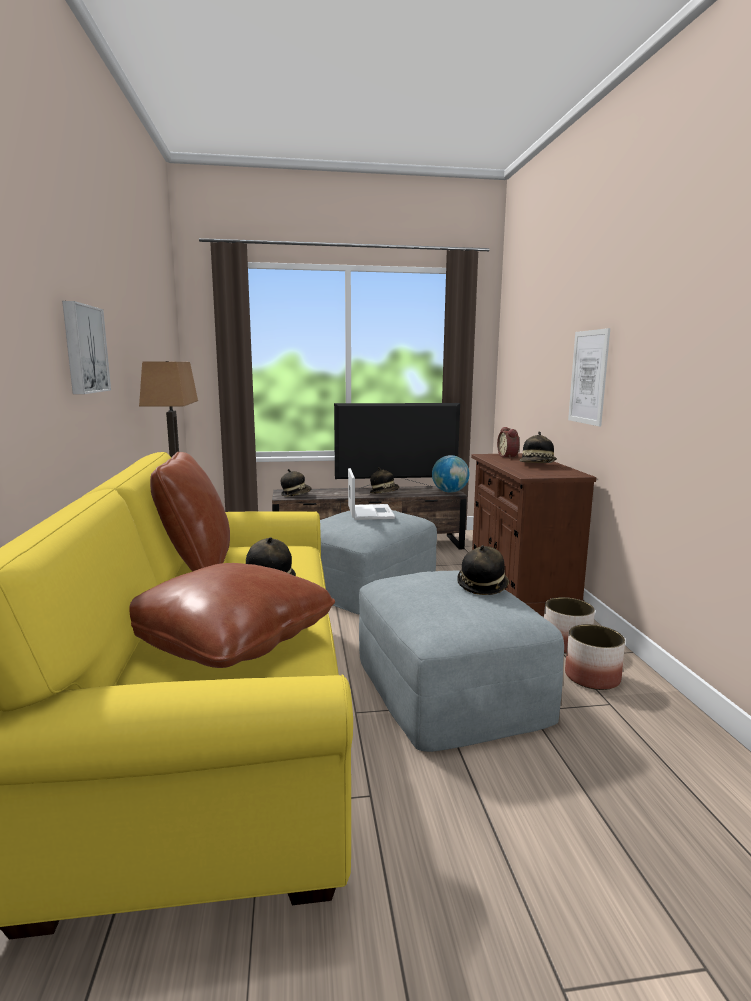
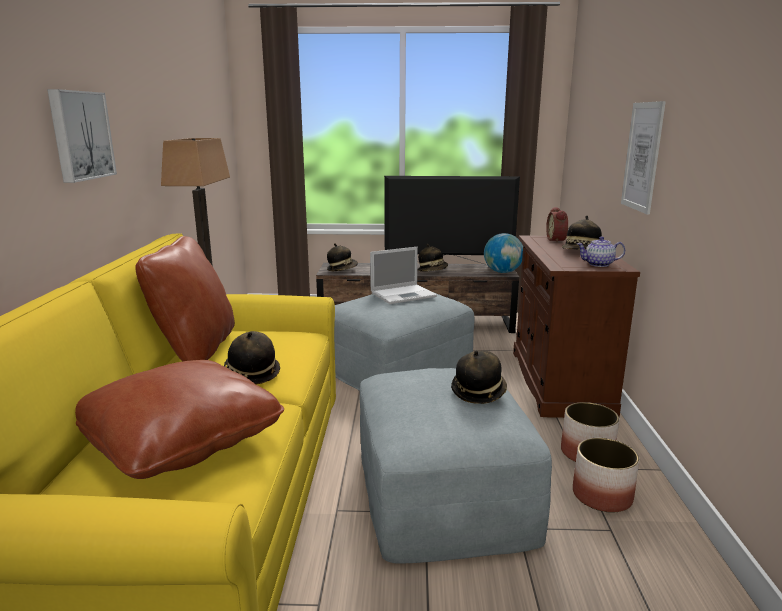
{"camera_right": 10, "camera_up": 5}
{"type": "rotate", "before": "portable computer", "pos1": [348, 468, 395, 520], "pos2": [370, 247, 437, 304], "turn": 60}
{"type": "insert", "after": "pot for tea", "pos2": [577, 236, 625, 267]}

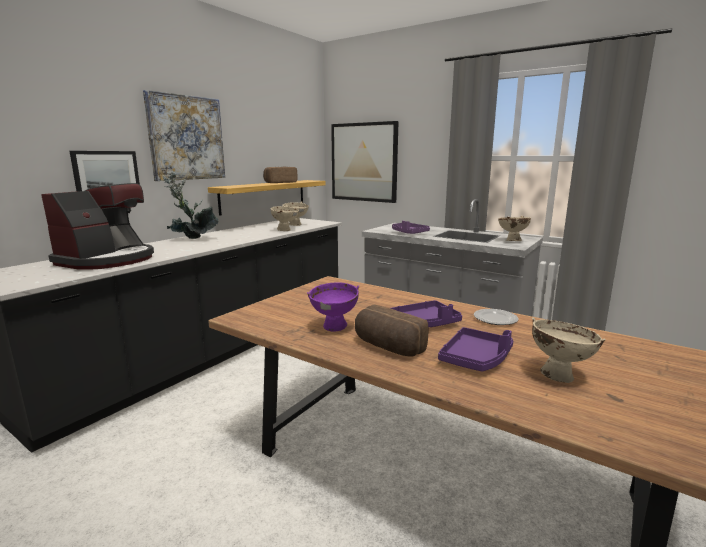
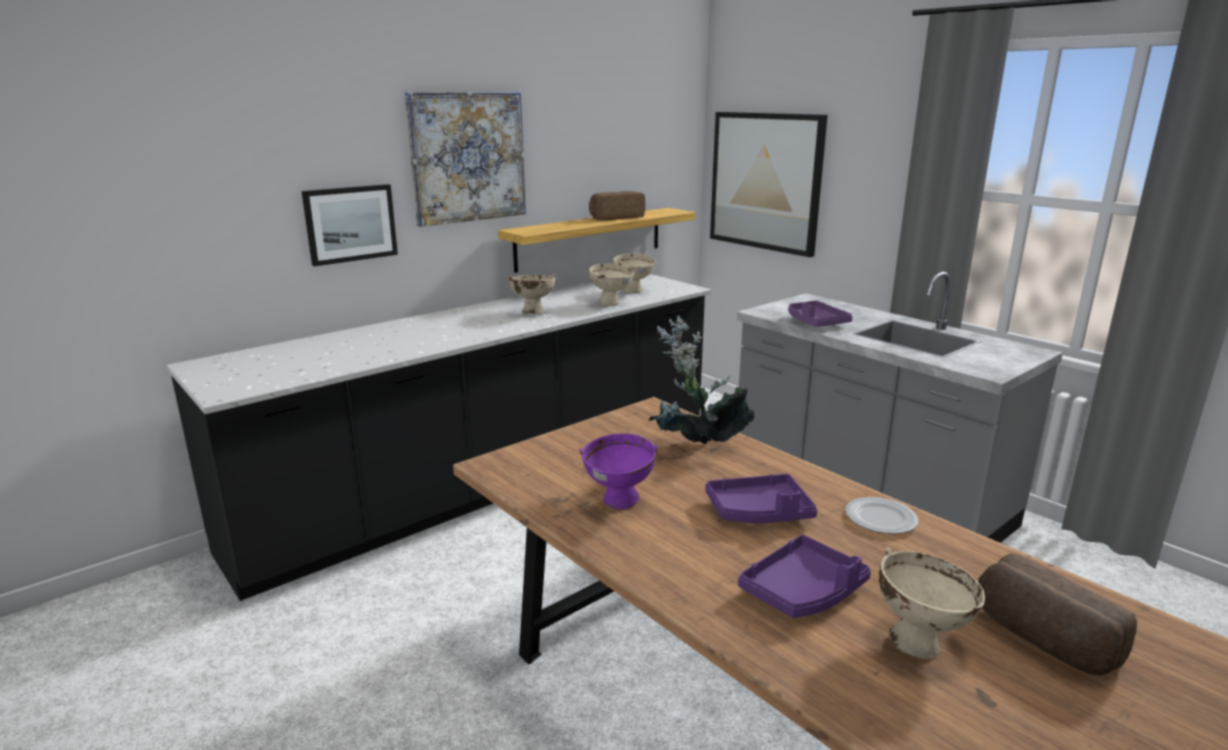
{"camera_right": 15, "camera_up": 5}
{"type": "delete", "before": "coffee brewer", "pos1": [41, 183, 154, 270]}
{"type": "move", "before": "houseplant", "pos1": [163, 171, 219, 239], "pos2": [649, 316, 754, 444]}
{"type": "move", "before": "baked bread", "pos1": [355, 305, 428, 357], "pos2": [978, 553, 1137, 675]}
{"type": "move", "before": "sand-coloured serving bowl", "pos1": [498, 216, 531, 241], "pos2": [509, 274, 555, 314]}

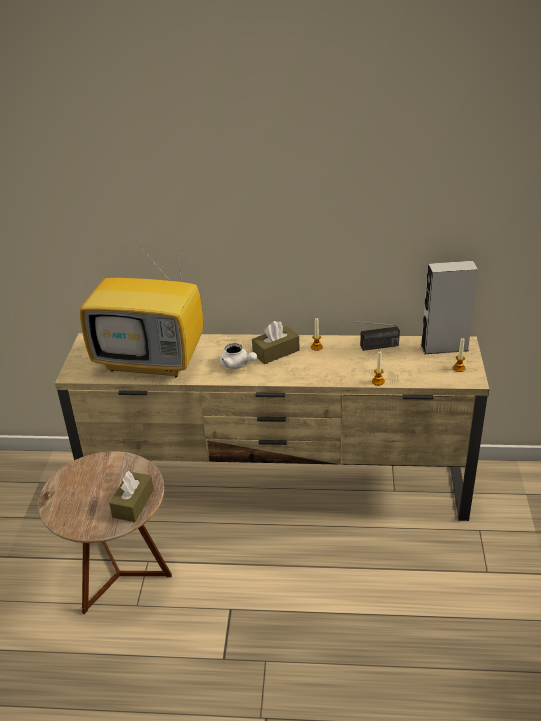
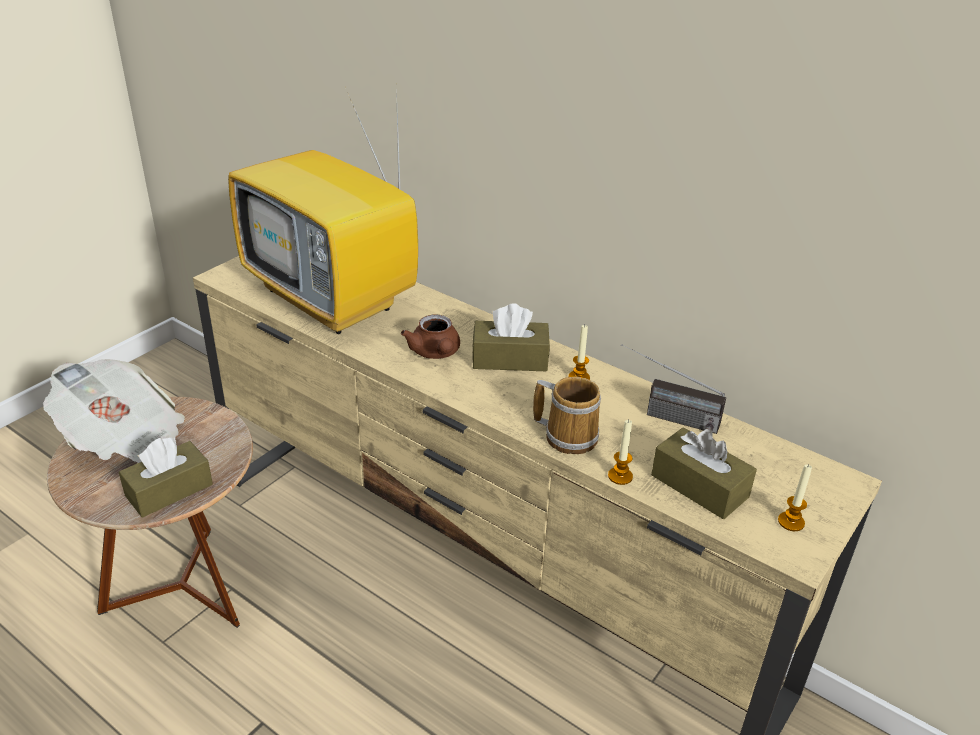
{"camera_right": 30, "camera_up": 0}
{"type": "recolor", "before": "whitish pot for tea", "after": "brown pot for tea", "pos1": [220, 343, 257, 369], "pos2": [401, 315, 460, 359]}
{"type": "delete", "before": "greyish audio speaker", "pos1": [421, 261, 478, 354]}
{"type": "insert", "after": "printed paper", "pos2": [43, 359, 185, 463]}
{"type": "insert", "after": "coffee mug", "pos2": [533, 376, 601, 454]}
{"type": "insert", "after": "brown box of tissues", "pos2": [651, 427, 757, 519]}

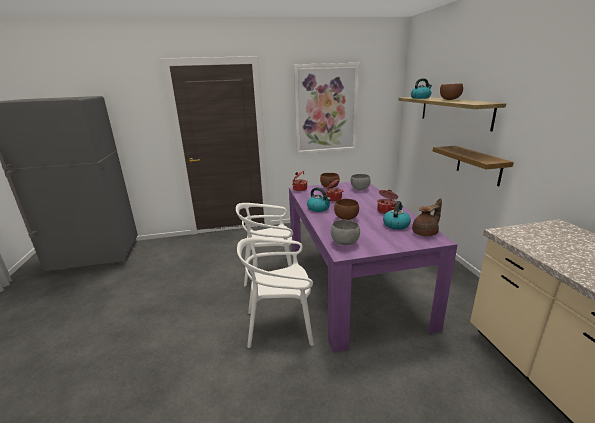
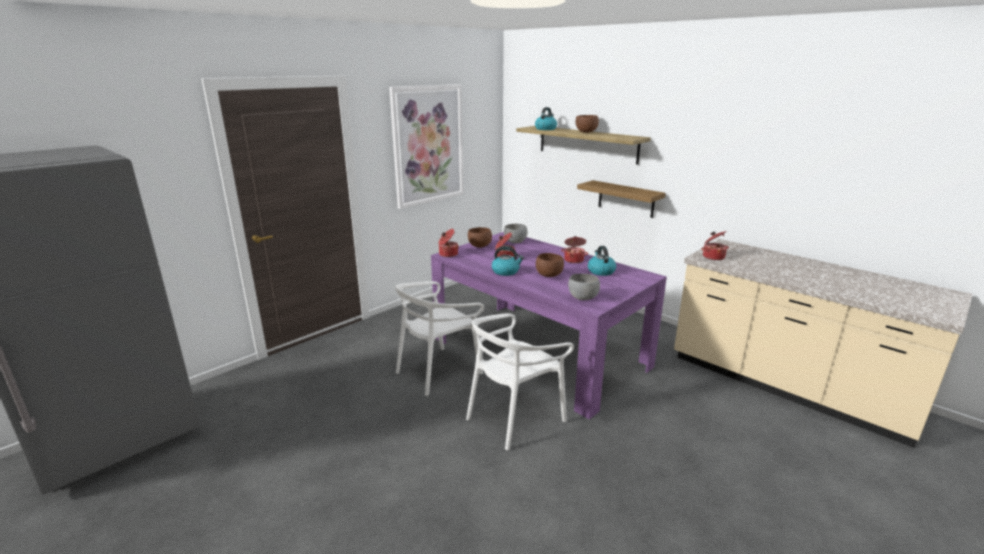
{"camera_right": -35, "camera_up": 0}
{"type": "delete", "before": "brown pot for tea", "pos1": [412, 198, 442, 236]}
{"type": "insert", "after": "stockpot", "pos2": [701, 231, 729, 260]}

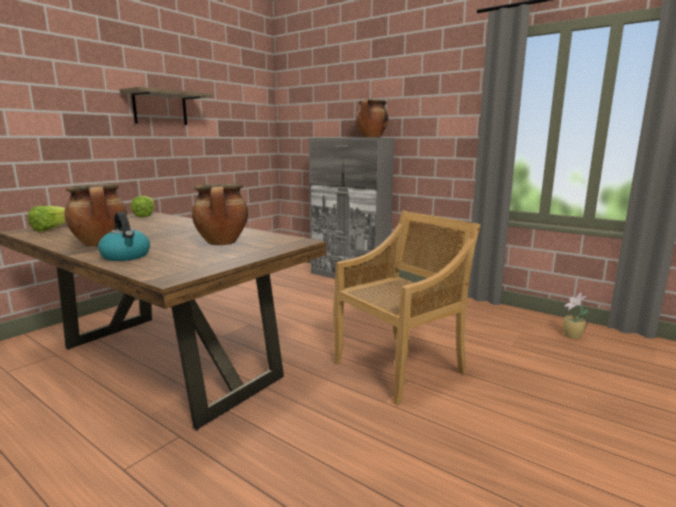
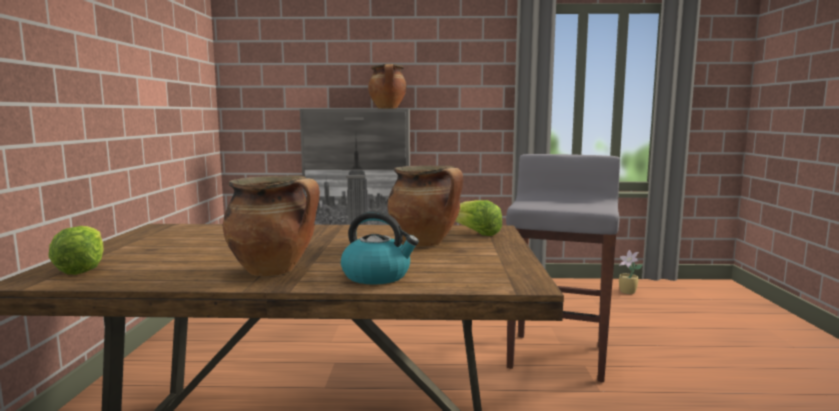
{"camera_right": -35, "camera_up": -5}
{"type": "delete", "before": "bracket shelf", "pos1": [119, 87, 214, 125]}
{"type": "move", "before": "head of lettuce", "pos1": [131, 196, 155, 217], "pos2": [456, 200, 502, 236]}
{"type": "replace", "before": "sand-coloured chair", "after": "greyish sitting stool", "pos1": [333, 210, 481, 406], "pos2": [506, 154, 620, 382]}

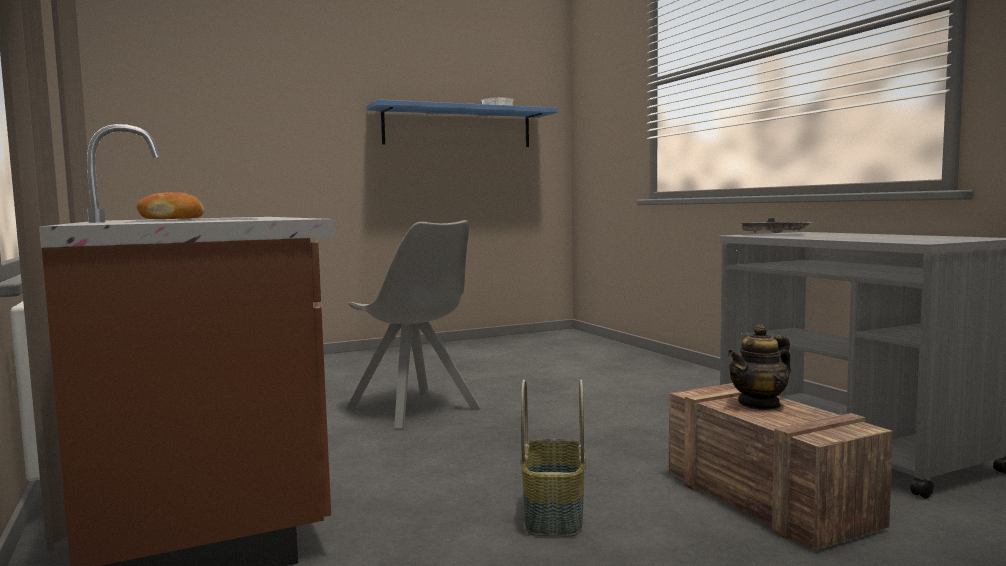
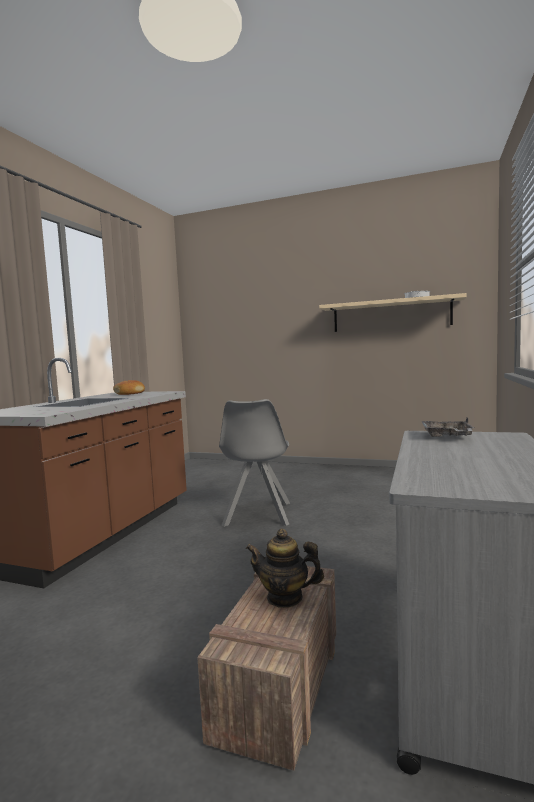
{"camera_right": 45, "camera_up": 0}
{"type": "recolor", "before": "bluish bracket shelf", "after": "sand-coloured bracket shelf", "pos1": [367, 99, 557, 147], "pos2": [319, 293, 467, 332]}
{"type": "delete", "before": "household basket", "pos1": [520, 379, 586, 537]}

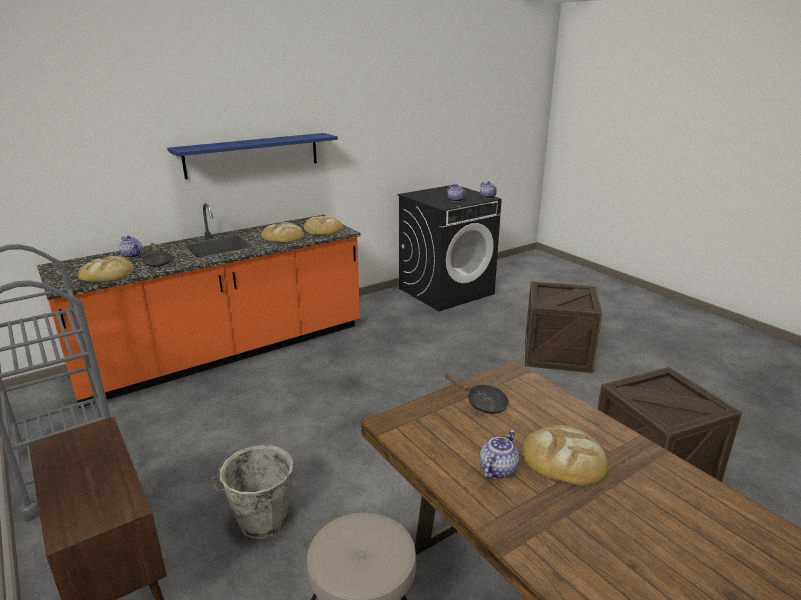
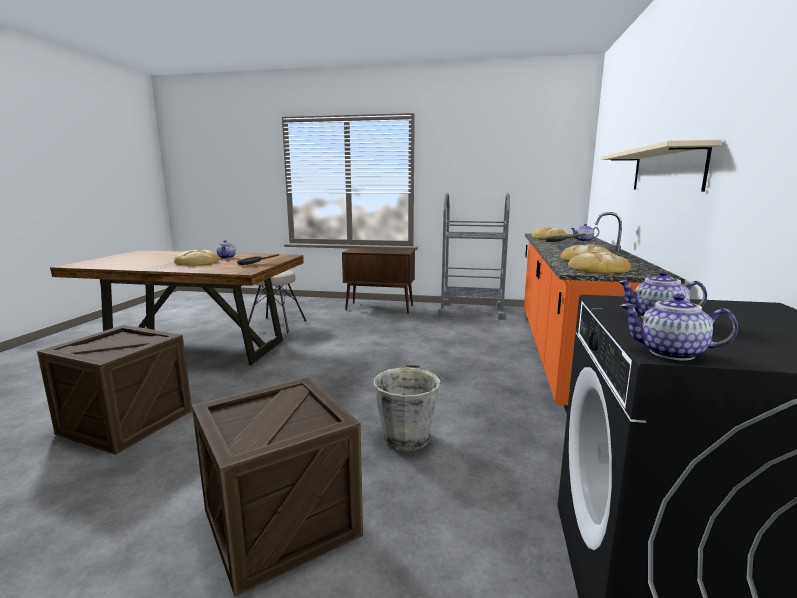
{"camera_right": 135, "camera_up": -10}
{"type": "recolor", "before": "bluish bracket shelf", "after": "sand-coloured bracket shelf", "pos1": [167, 133, 338, 179], "pos2": [601, 140, 722, 192]}
{"type": "move", "before": "greyish bucket", "pos1": [210, 445, 294, 539], "pos2": [373, 364, 444, 451]}

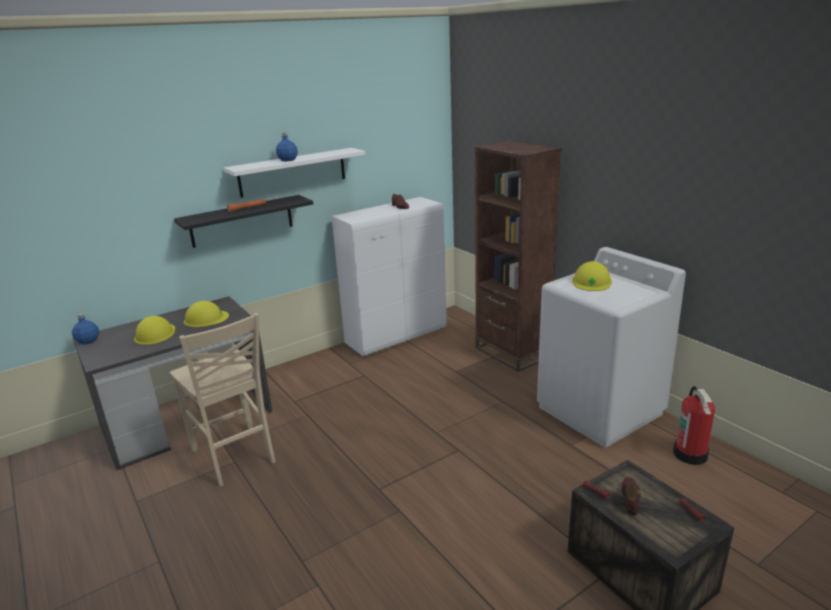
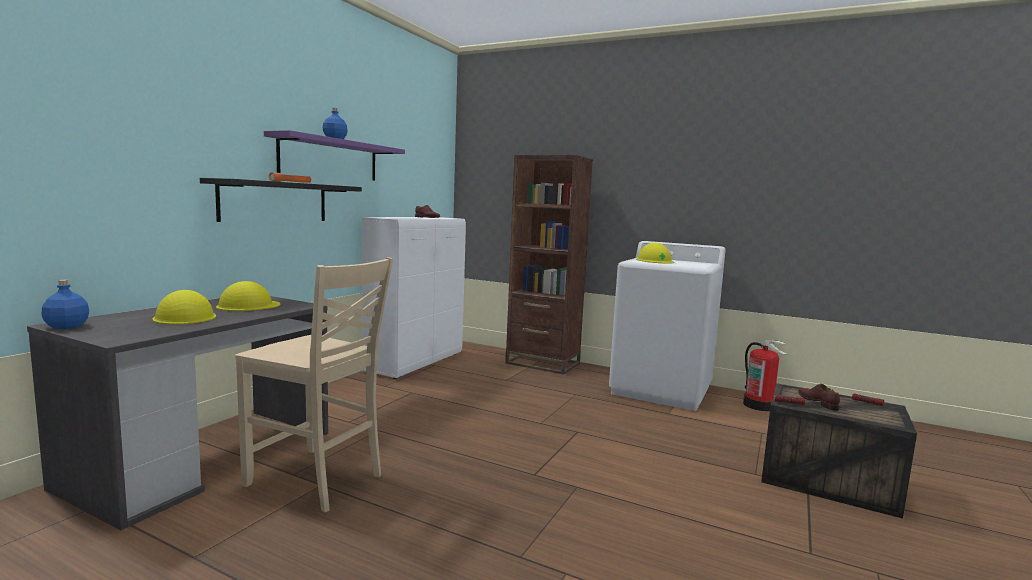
{"camera_right": -30, "camera_up": -15}
{"type": "recolor", "before": "whitish bracket shelf", "after": "purple-coloured bracket shelf", "pos1": [223, 148, 365, 198], "pos2": [264, 130, 405, 181]}

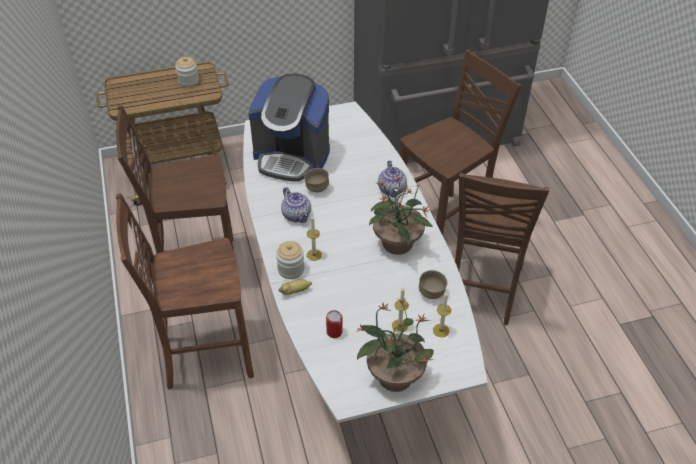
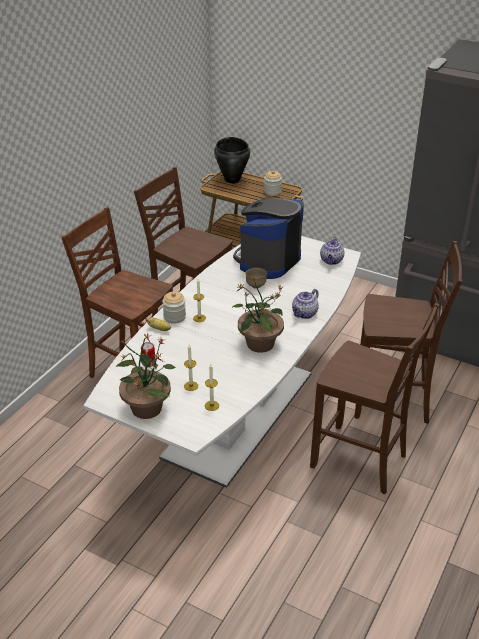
{"camera_right": 45, "camera_up": -10}
{"type": "rotate", "before": "coffee brewer", "pos1": [248, 74, 330, 182], "pos2": [233, 198, 304, 279], "turn": 60}
{"type": "move", "before": "pot for tea", "pos1": [281, 187, 311, 223], "pos2": [320, 237, 344, 265]}
{"type": "delete", "before": "brown serving bowl", "pos1": [419, 270, 447, 299]}
{"type": "rotate", "before": "brown chair", "pos1": [455, 173, 549, 325], "pos2": [310, 303, 439, 494], "turn": -120}
{"type": "insert", "after": "black-coloured stockpot", "pos2": [214, 137, 250, 184]}

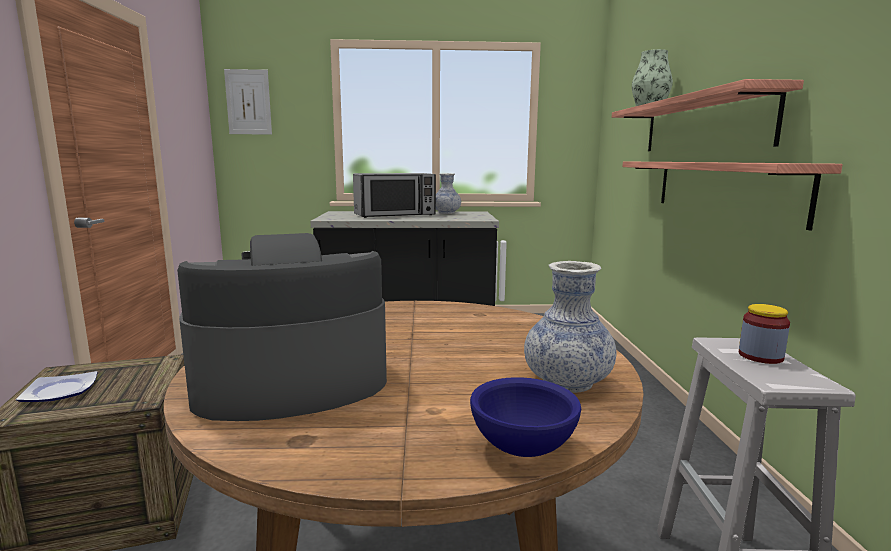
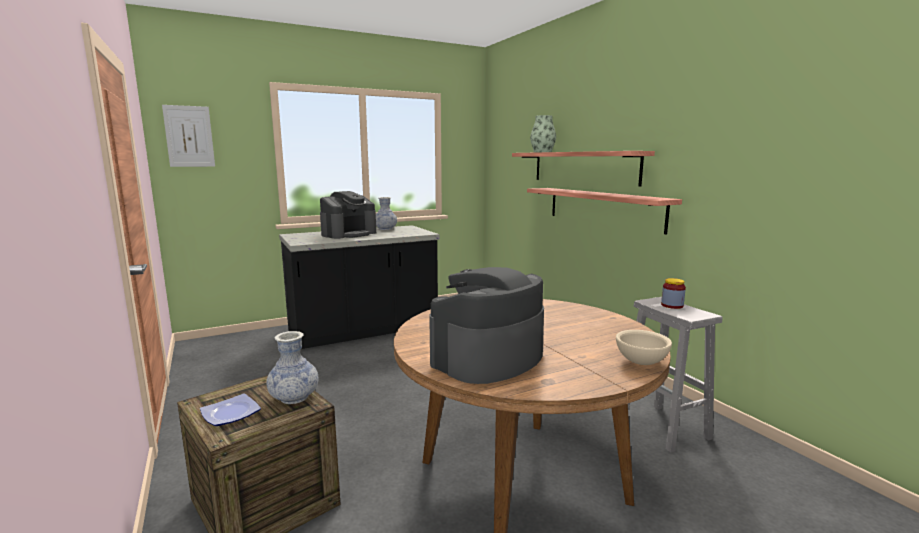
{"camera_right": -25, "camera_up": 0}
{"type": "replace", "before": "kitchen microwave", "after": "coffee brewer", "pos1": [353, 173, 436, 218], "pos2": [320, 191, 376, 239]}
{"type": "recolor", "before": "bluish serving bowl", "after": "sand-coloured serving bowl", "pos1": [470, 377, 581, 457], "pos2": [616, 330, 672, 365]}
{"type": "move", "before": "vase", "pos1": [524, 261, 616, 393], "pos2": [267, 331, 318, 404]}

